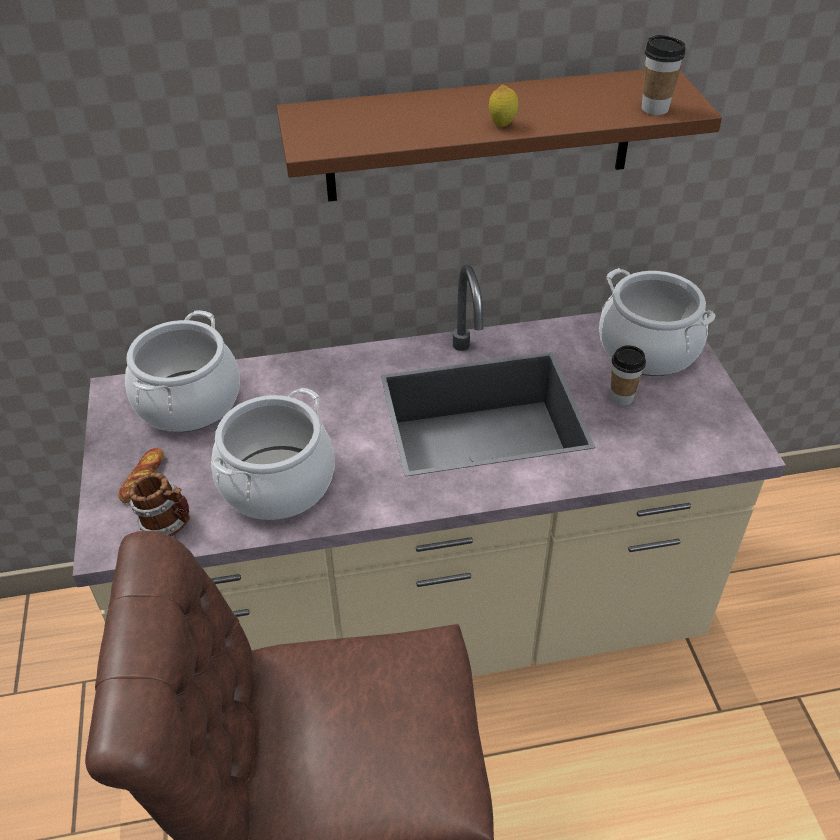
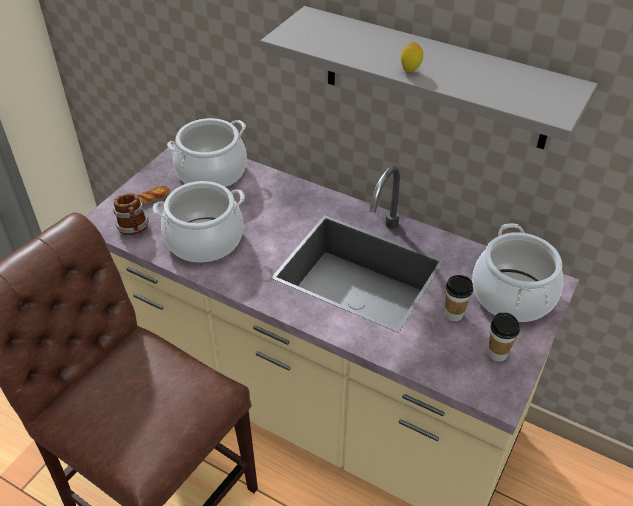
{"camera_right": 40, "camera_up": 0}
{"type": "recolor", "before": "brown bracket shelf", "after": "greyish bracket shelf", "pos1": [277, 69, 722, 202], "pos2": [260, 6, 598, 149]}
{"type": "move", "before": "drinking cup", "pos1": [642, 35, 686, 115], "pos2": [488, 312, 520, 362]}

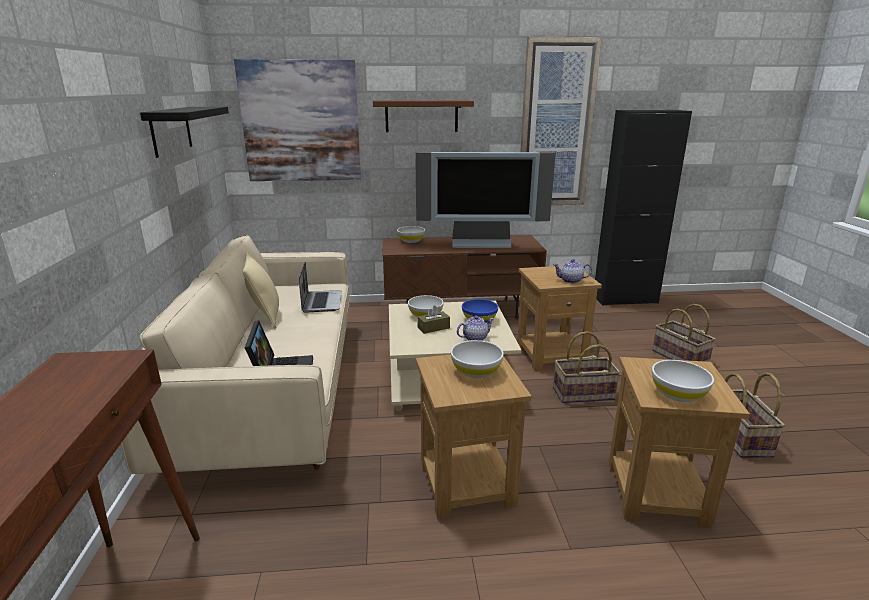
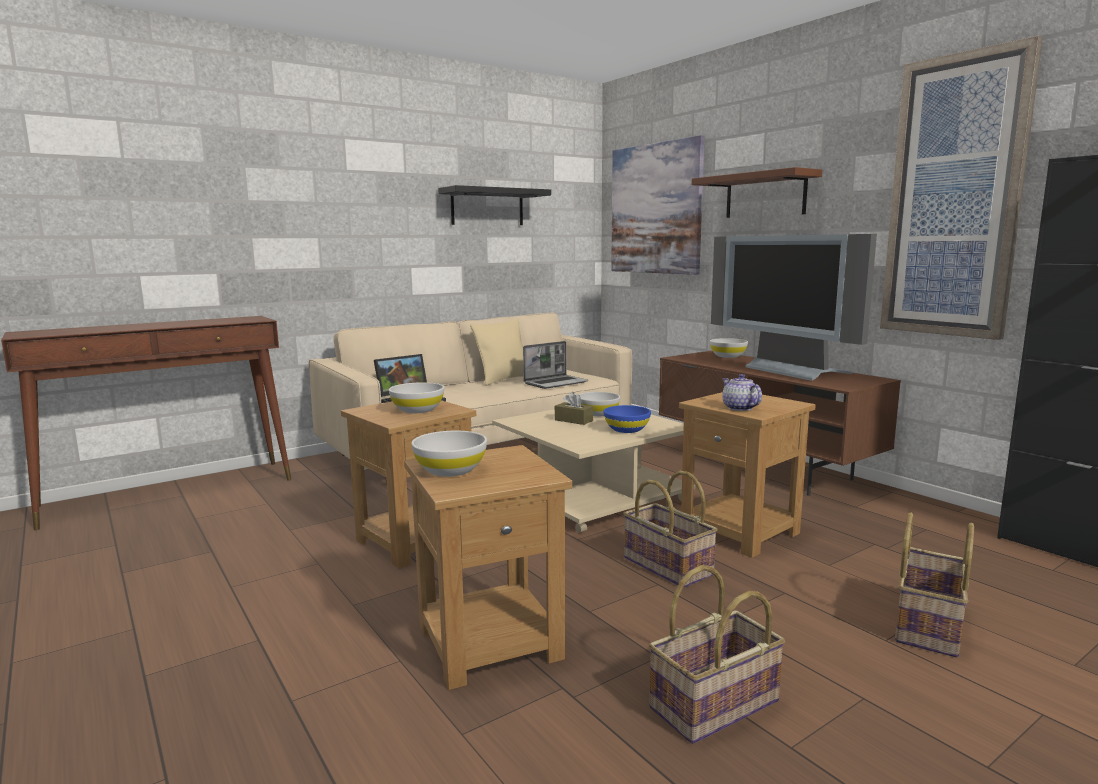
{"camera_right": 60, "camera_up": -10}
{"type": "delete", "before": "pot for tea", "pos1": [457, 316, 494, 341]}

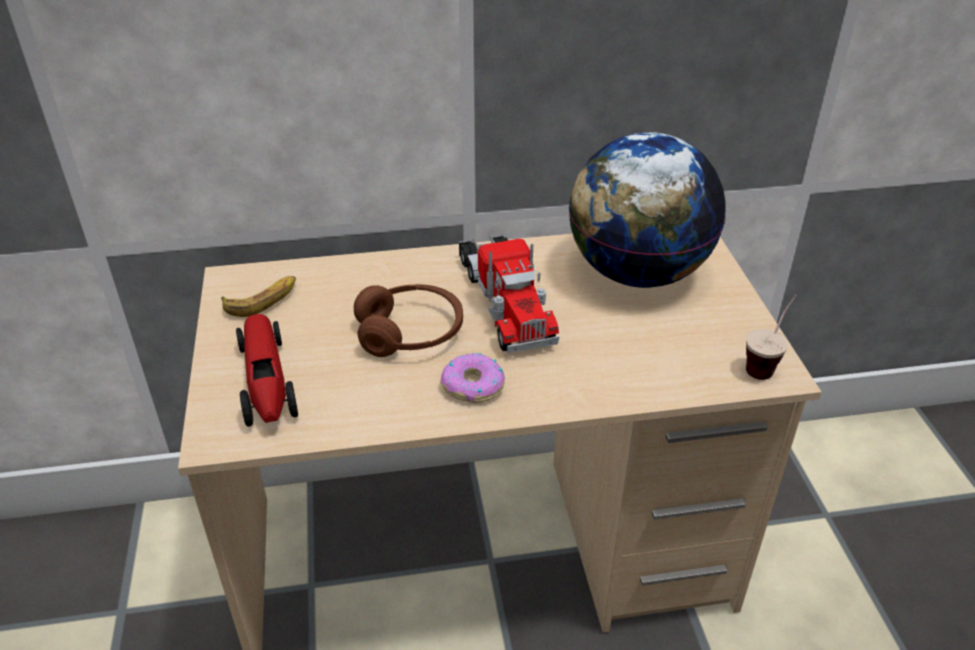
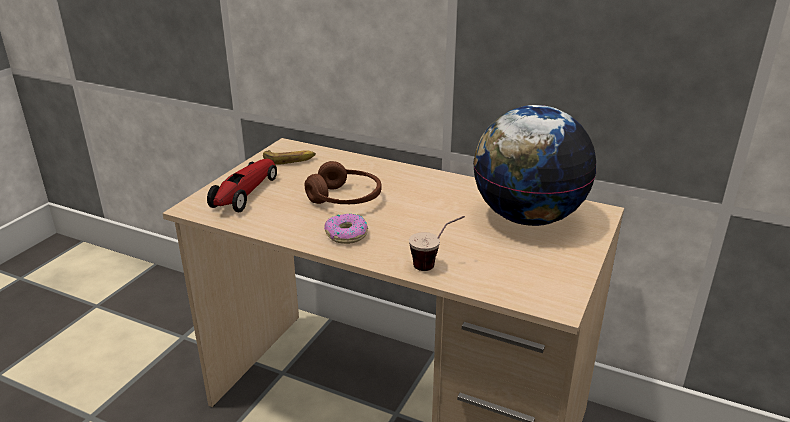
{"camera_right": 35, "camera_up": -10}
{"type": "delete", "before": "toy lorry", "pos1": [459, 234, 559, 353]}
{"type": "move", "before": "drinking cup", "pos1": [746, 294, 797, 380], "pos2": [409, 216, 465, 271]}

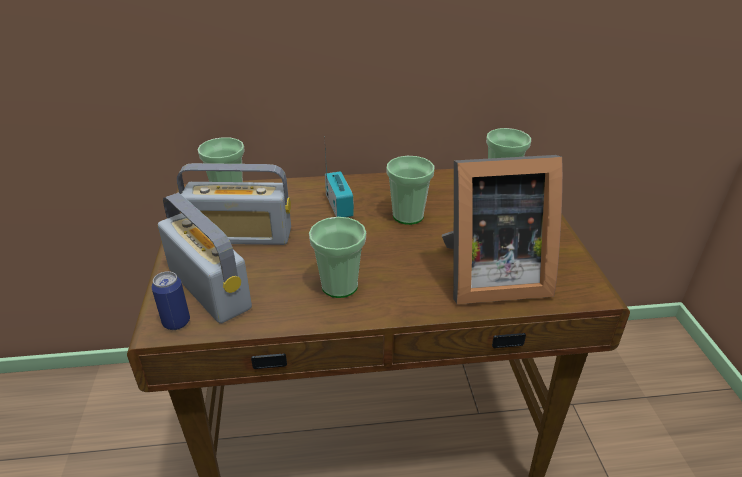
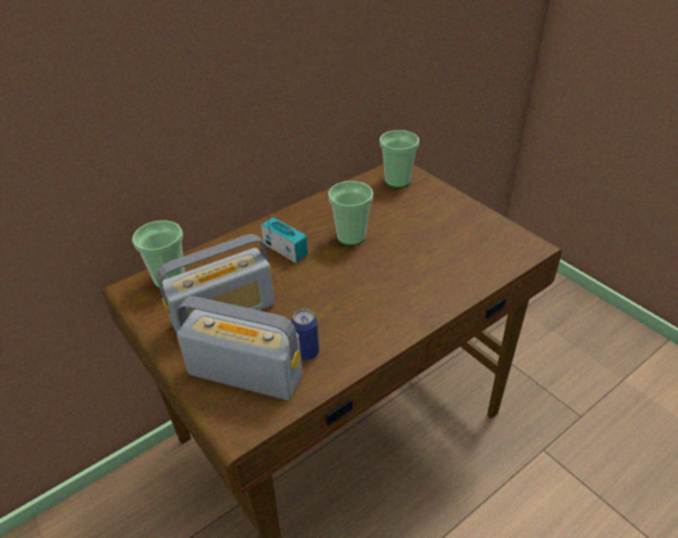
{"camera_right": -30, "camera_up": 5}
{"type": "move", "before": "metal can", "pos1": [151, 271, 190, 330], "pos2": [291, 309, 319, 361]}
{"type": "delete", "before": "drinking cup", "pos1": [309, 217, 366, 298]}
{"type": "delete", "before": "standing frame", "pos1": [442, 155, 563, 304]}

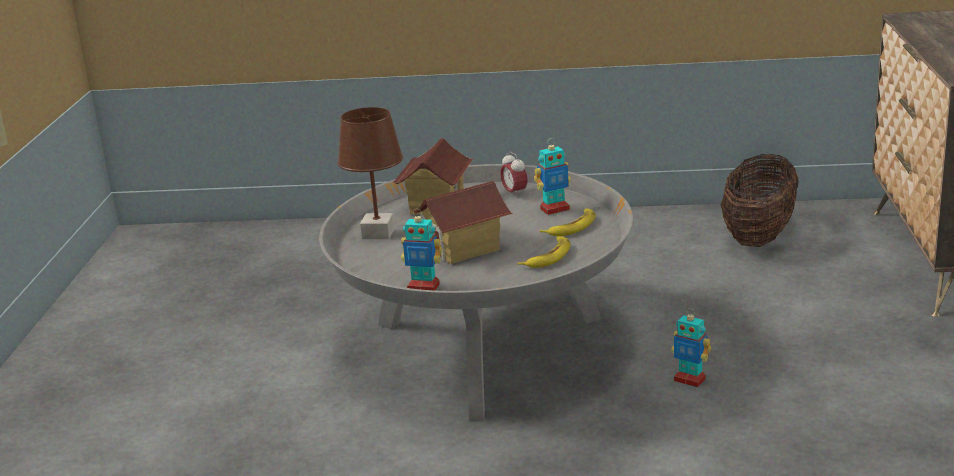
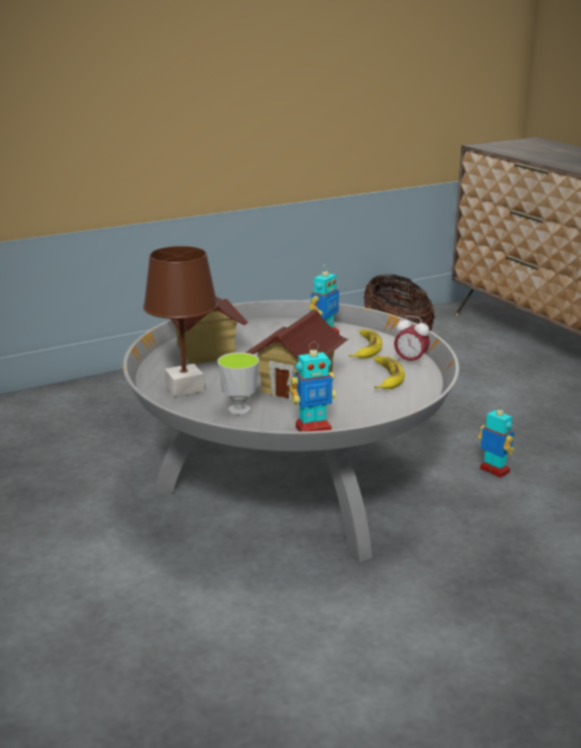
{"camera_right": -35, "camera_up": 0}
{"type": "move", "before": "table clock", "pos1": [500, 152, 528, 198], "pos2": [394, 316, 430, 366]}
{"type": "rotate", "before": "model robot", "pos1": [671, 308, 711, 387], "pos2": [478, 403, 515, 478], "turn": -135}
{"type": "insert", "after": "drinking cup", "pos2": [217, 352, 259, 415]}

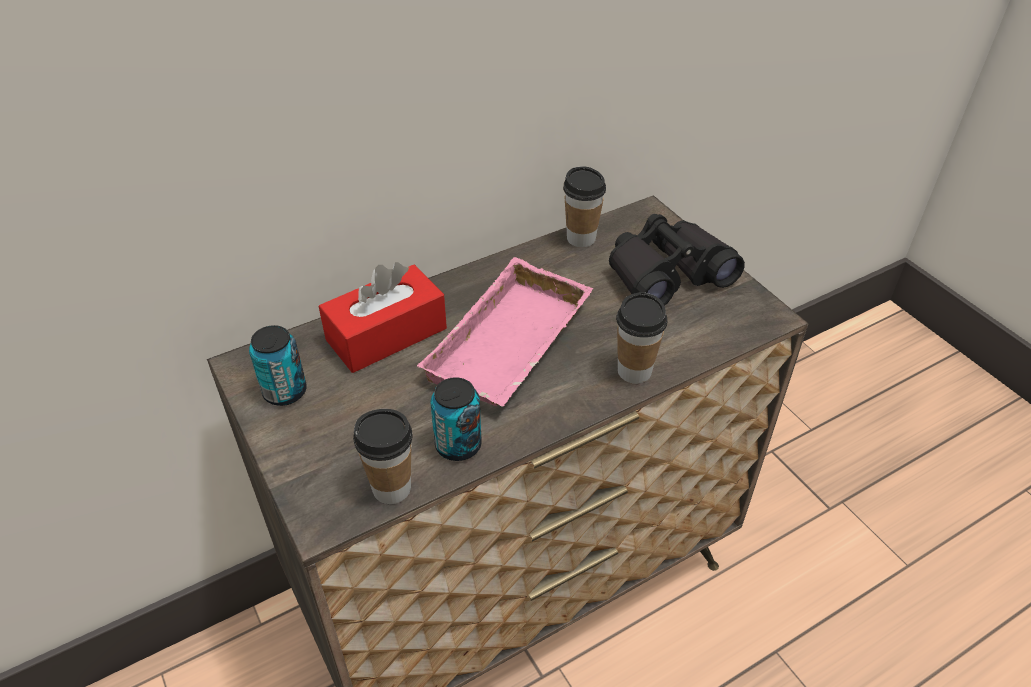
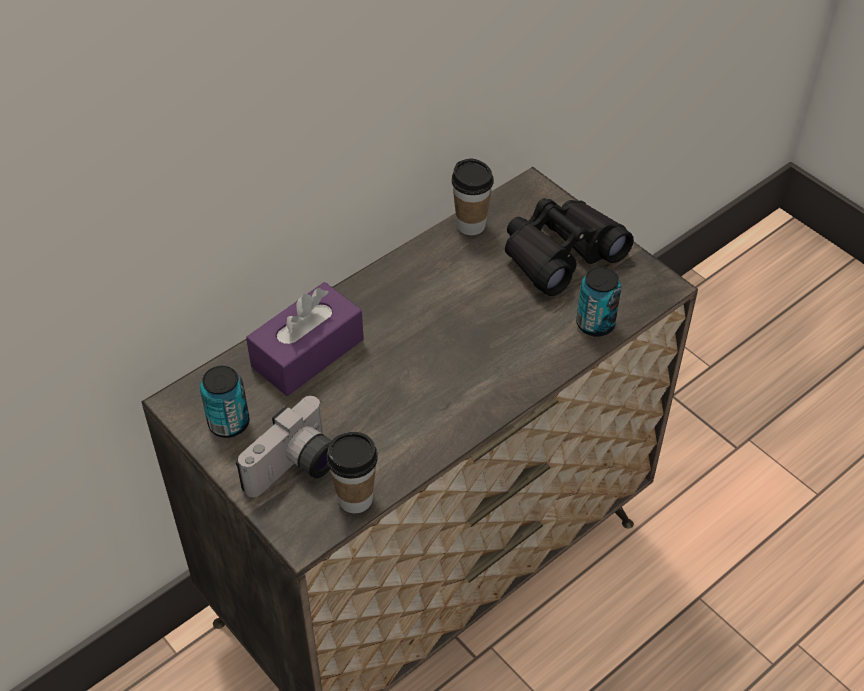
{"camera_right": -10, "camera_up": 5}
{"type": "recolor", "before": "reddish box of tissues", "after": "purple-coloured box of tissues", "pos1": [318, 262, 447, 373], "pos2": [246, 282, 364, 396]}
{"type": "delete", "before": "pink tray", "pos1": [417, 257, 594, 407]}
{"type": "move", "before": "metal can", "pos1": [431, 377, 482, 461], "pos2": [576, 267, 621, 337]}
{"type": "delete", "before": "drinking cup", "pos1": [616, 292, 667, 384]}
{"type": "insert", "after": "photo camera", "pos2": [236, 396, 332, 497]}

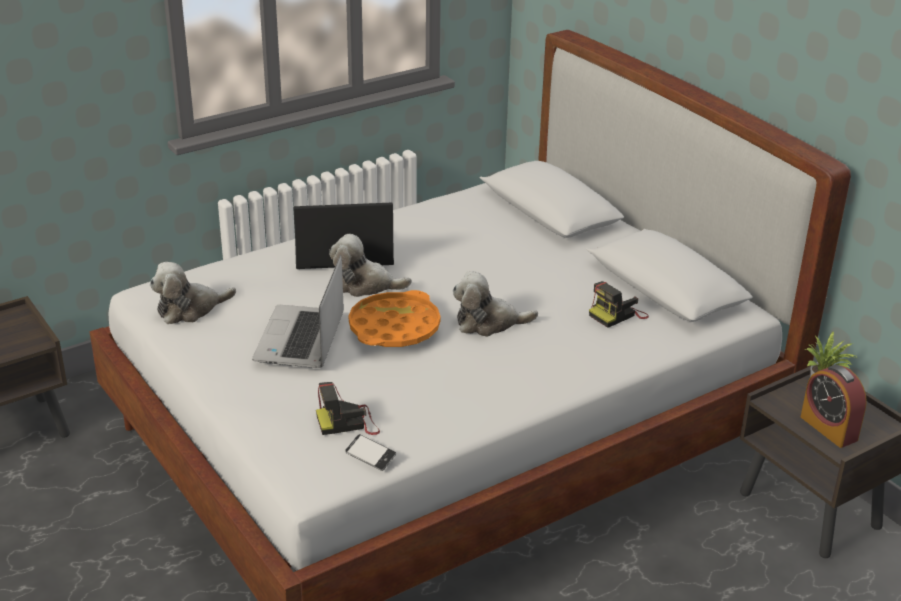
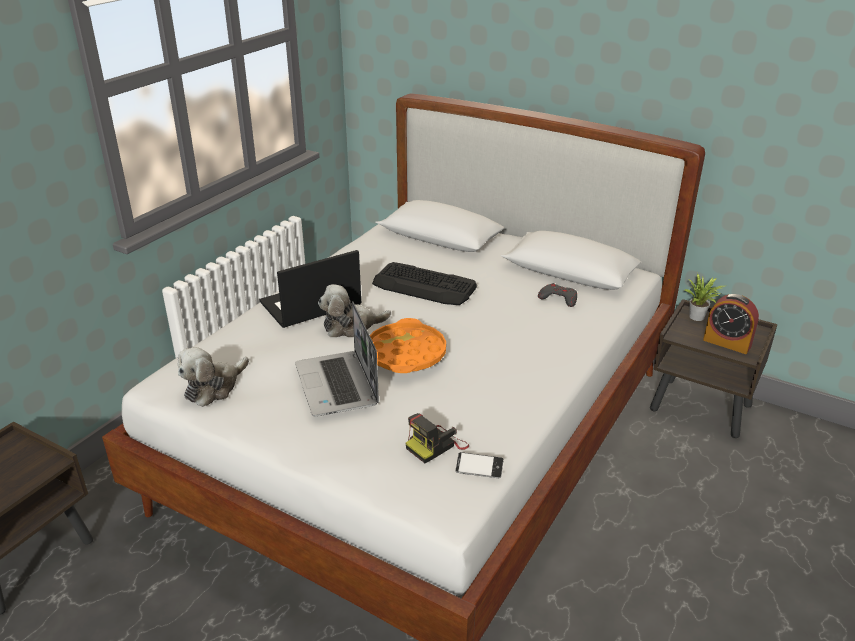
{"camera_right": -25, "camera_up": 0}
{"type": "delete", "before": "cuddly toy", "pos1": [452, 271, 538, 337]}
{"type": "replace", "before": "photo camera", "after": "greyish gamepad", "pos1": [589, 281, 649, 328], "pos2": [538, 283, 577, 307]}
{"type": "insert", "after": "keyboard", "pos2": [372, 262, 477, 305]}

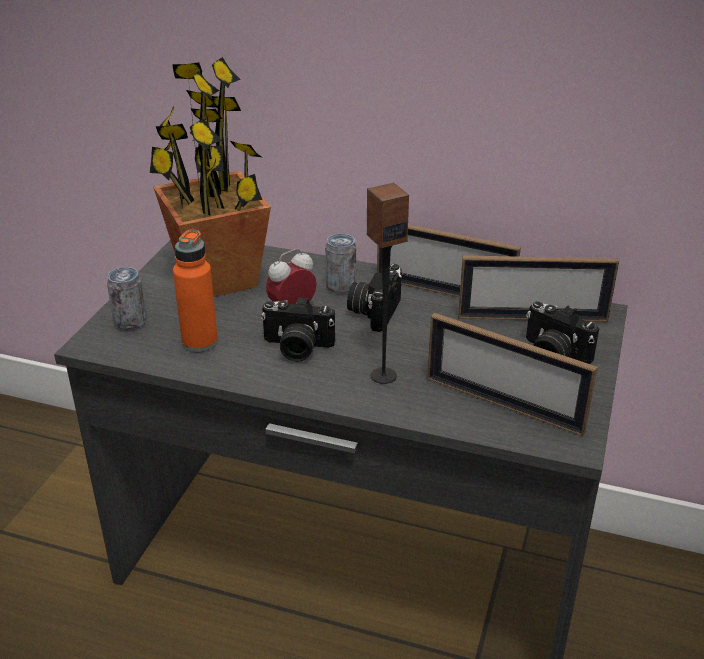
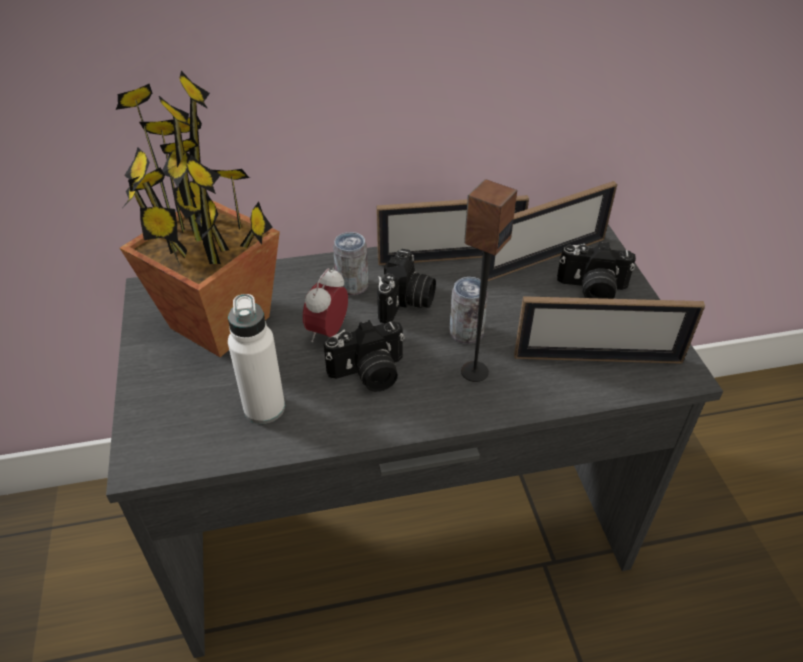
{"camera_right": -30, "camera_up": 10}
{"type": "move", "before": "metal can", "pos1": [107, 267, 147, 331], "pos2": [449, 277, 488, 344]}
{"type": "recolor", "before": "orangey bottle", "after": "whitish bottle", "pos1": [173, 229, 218, 352], "pos2": [228, 294, 285, 424]}
{"type": "rotate", "before": "photo camera", "pos1": [347, 264, 402, 332], "pos2": [377, 249, 436, 323], "turn": -150}

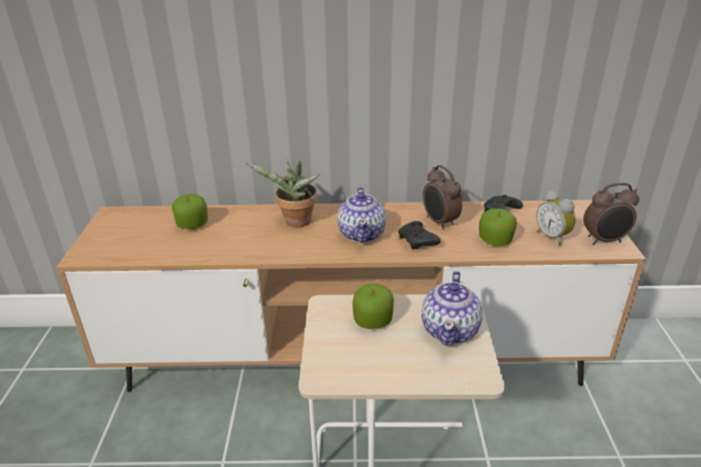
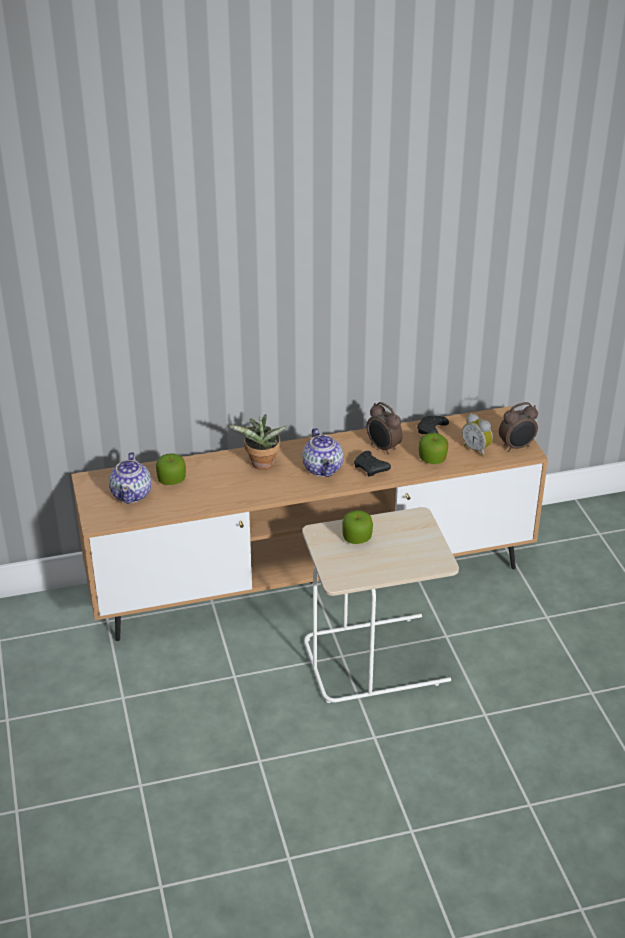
{"camera_right": -15, "camera_up": 5}
{"type": "move", "before": "pot for tea", "pos1": [422, 271, 483, 346], "pos2": [109, 452, 151, 504]}

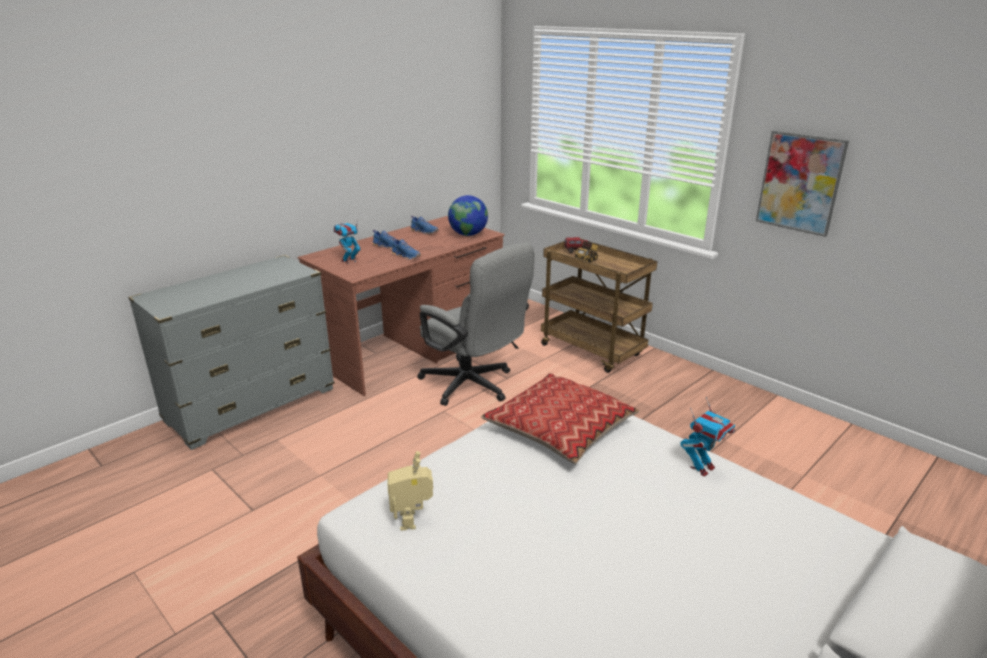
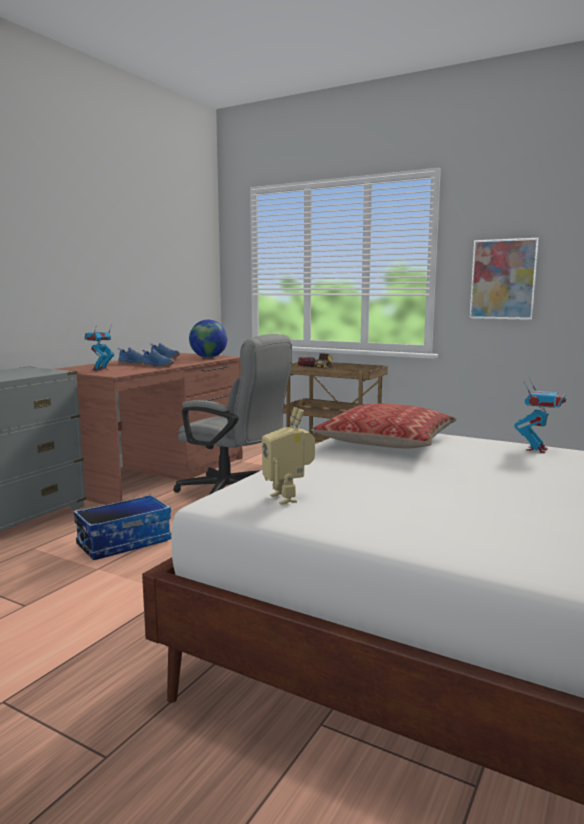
{"camera_right": -15, "camera_up": -15}
{"type": "insert", "after": "storage bin", "pos2": [73, 495, 171, 560]}

